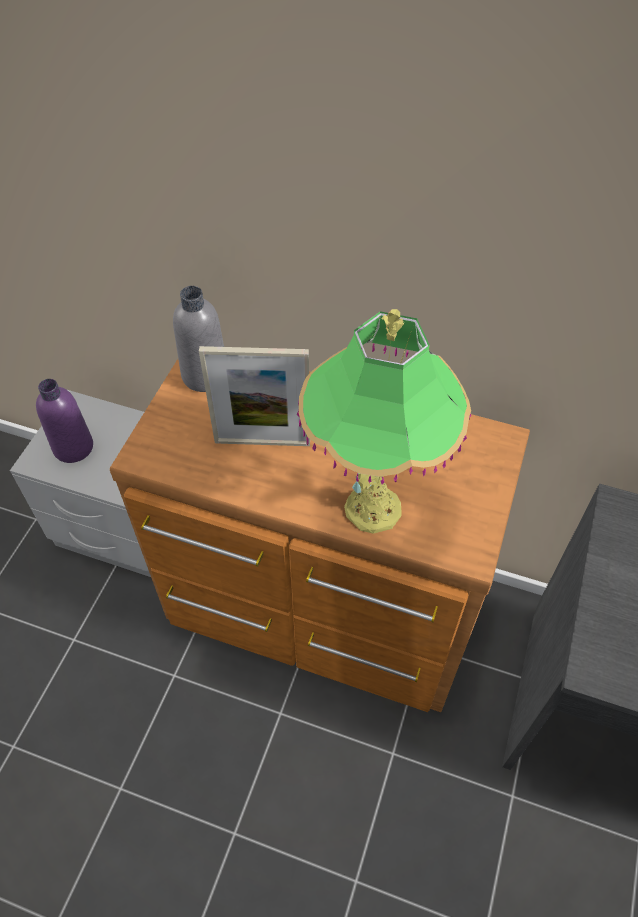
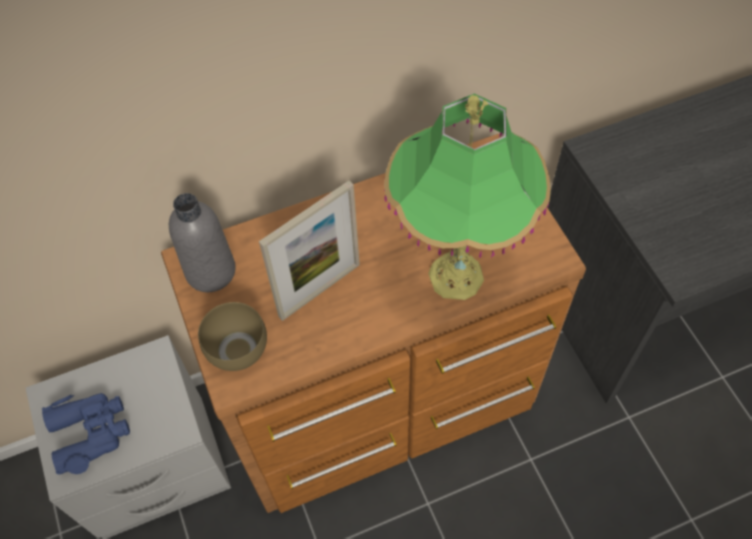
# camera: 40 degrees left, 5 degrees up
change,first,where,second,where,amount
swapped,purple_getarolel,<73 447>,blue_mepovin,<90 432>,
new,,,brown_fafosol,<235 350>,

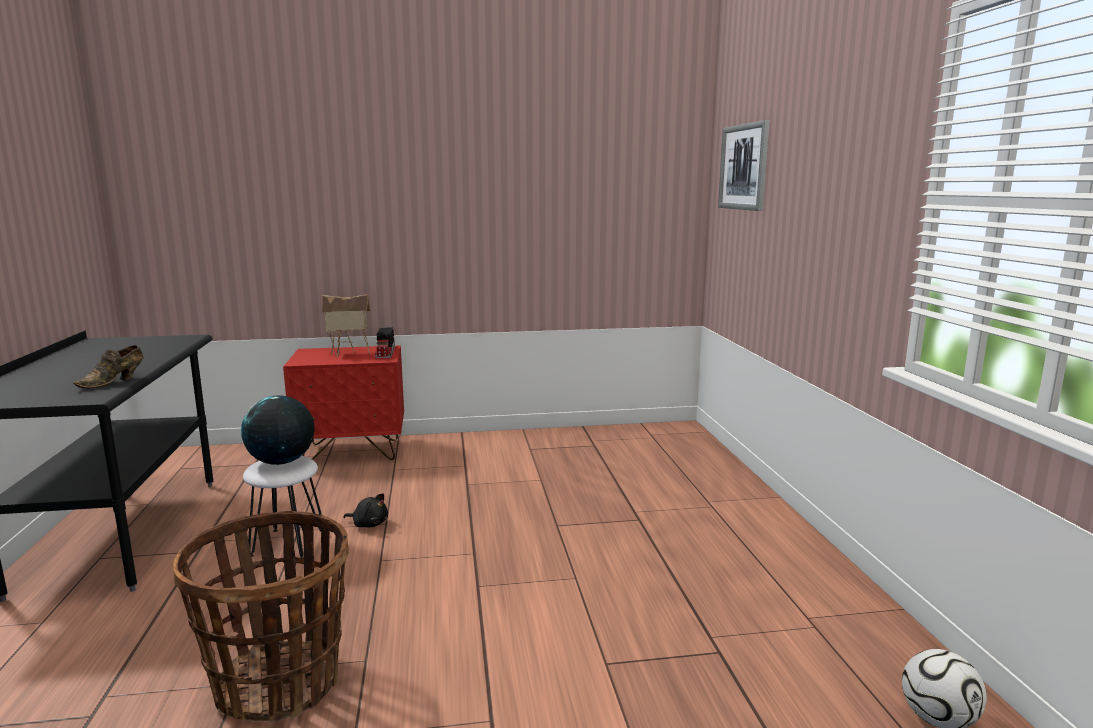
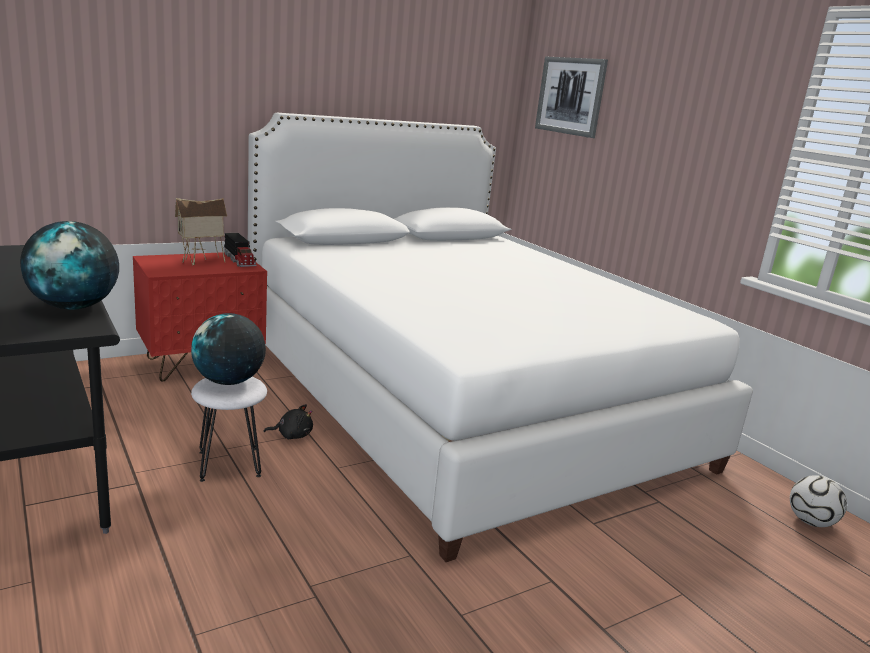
# camera: 25 degrees left, 5 degrees up
change,first,where,second,where,amount
swapped,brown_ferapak,<114 382>,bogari,<74 307>,
gone,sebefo,<279 683>,,,
new,,,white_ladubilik,<458 401>,

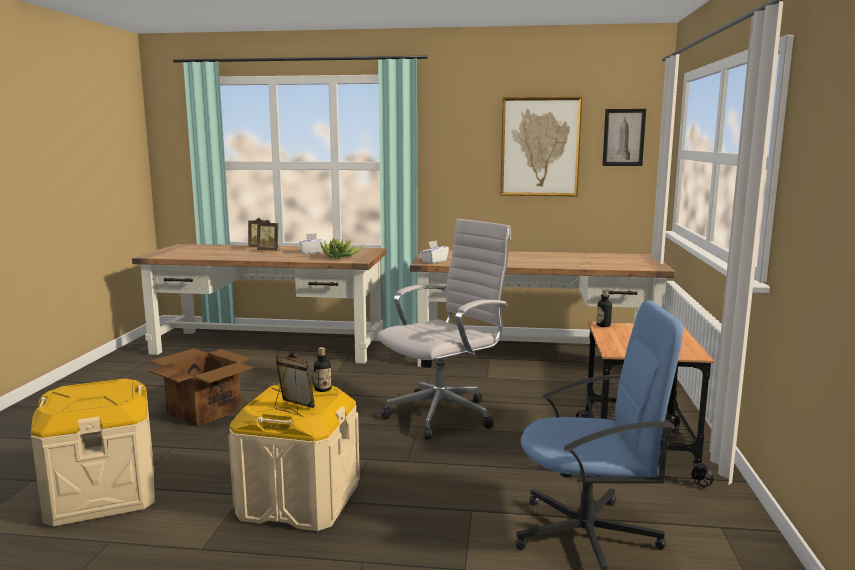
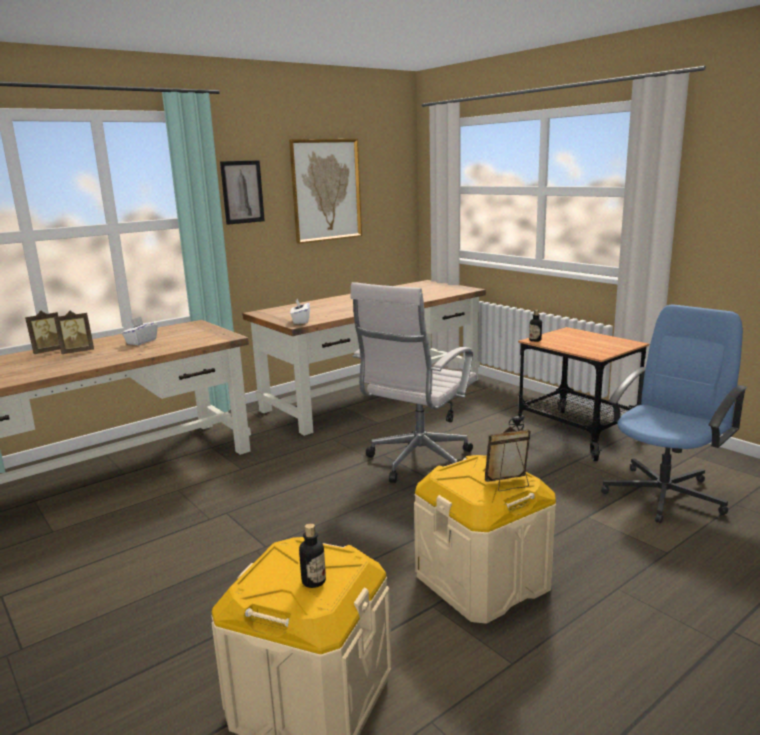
# camera: 45 degrees left, 5 degrees up
change,first,where,second,where,amount
shifted,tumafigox,<623 137>,,<242 192>,
rotated,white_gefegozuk,<444 414>,,<417 463>,150 degrees counterclockwise
gone,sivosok,<339 257>,,,
shifted,getarolel,<323 389>,,<313 581>,
gone,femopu,<204 411>,,,

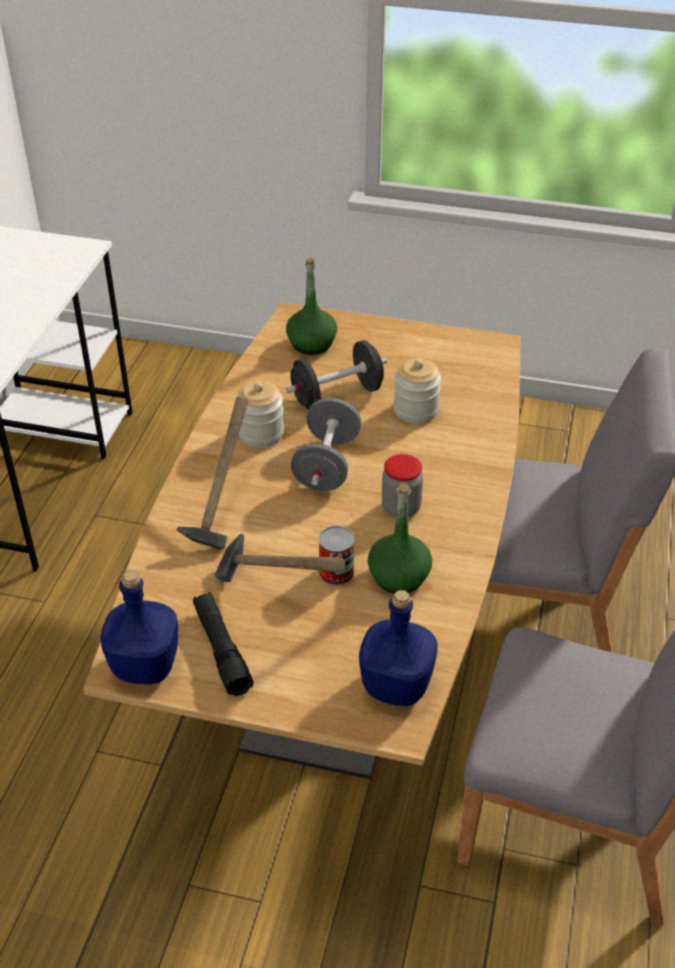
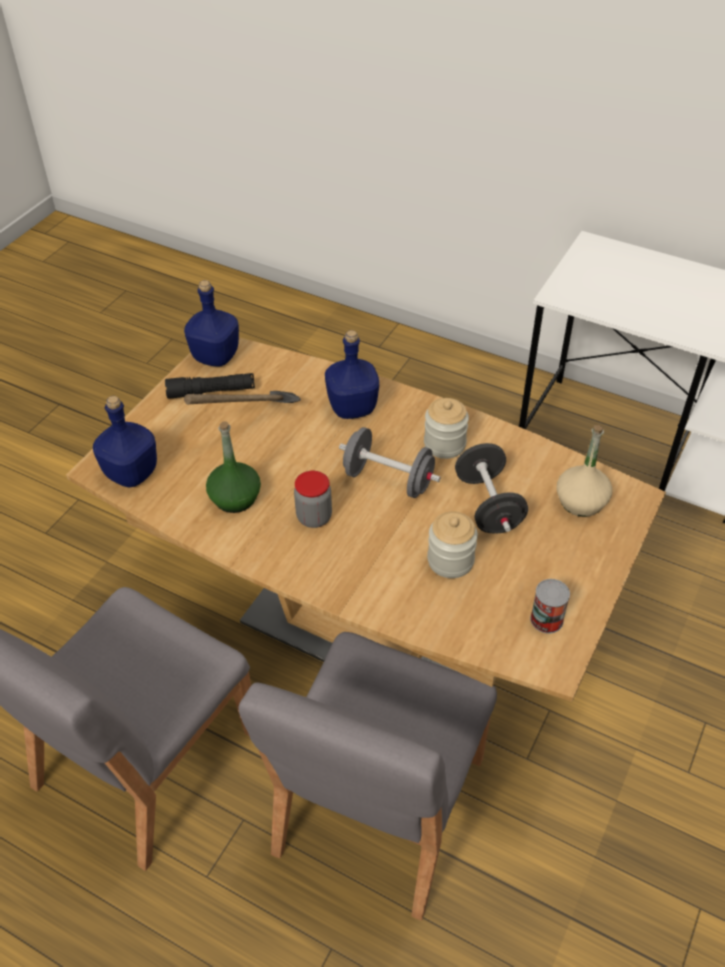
# camera: 105 degrees right, 5 degrees up
change,first,where,second,where,amount
repainted,green_getarolel,<311 344>,beige_getarolel,<581 501>,
swapped,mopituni,<221 510>,blue_getarolel,<353 408>,
shifted,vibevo,<336 572>,,<546 619>,

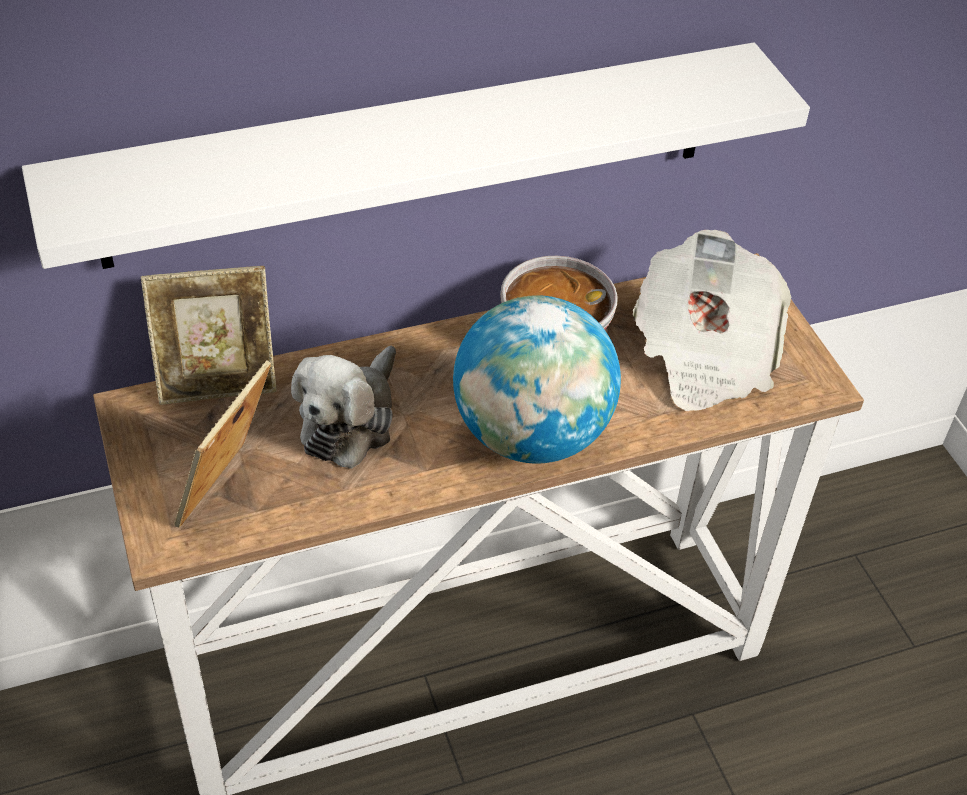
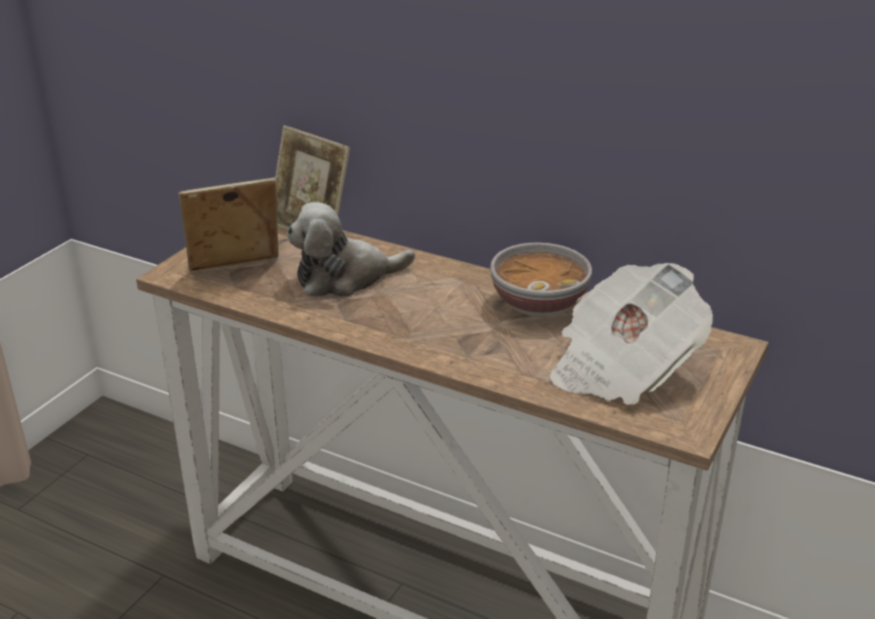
# camera: 50 degrees right, 15 degrees down
change,first,where,second,where,amount
gone,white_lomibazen,<413 155>,,,
gone,bogari,<531 435>,,,

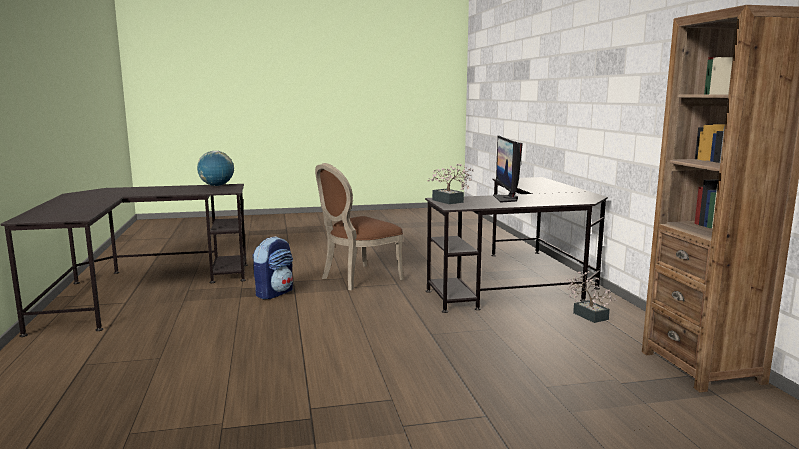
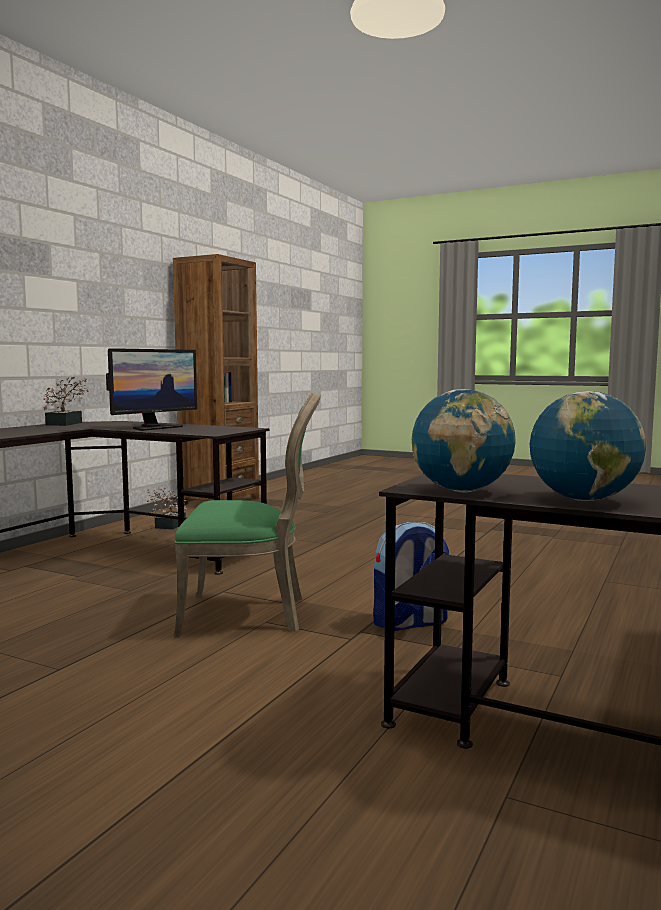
# camera: 140 degrees left, 5 degrees down
change,first,where,second,where,amount
repainted,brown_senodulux,<357 278>,green_senodulux,<249 614>,
shifted,sivosok,<449 202>,,<67 423>,
new,,,bogari,<583 500>,

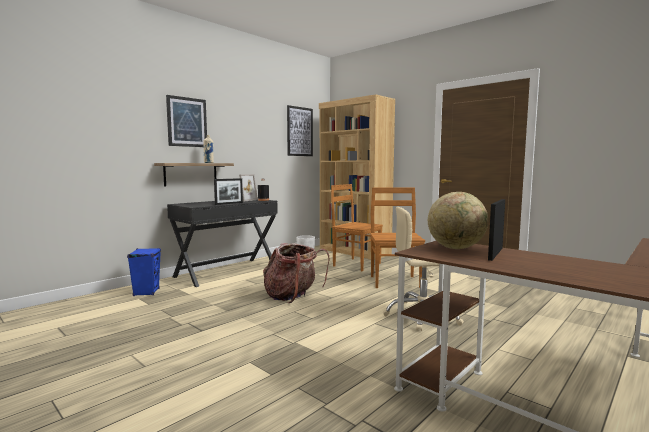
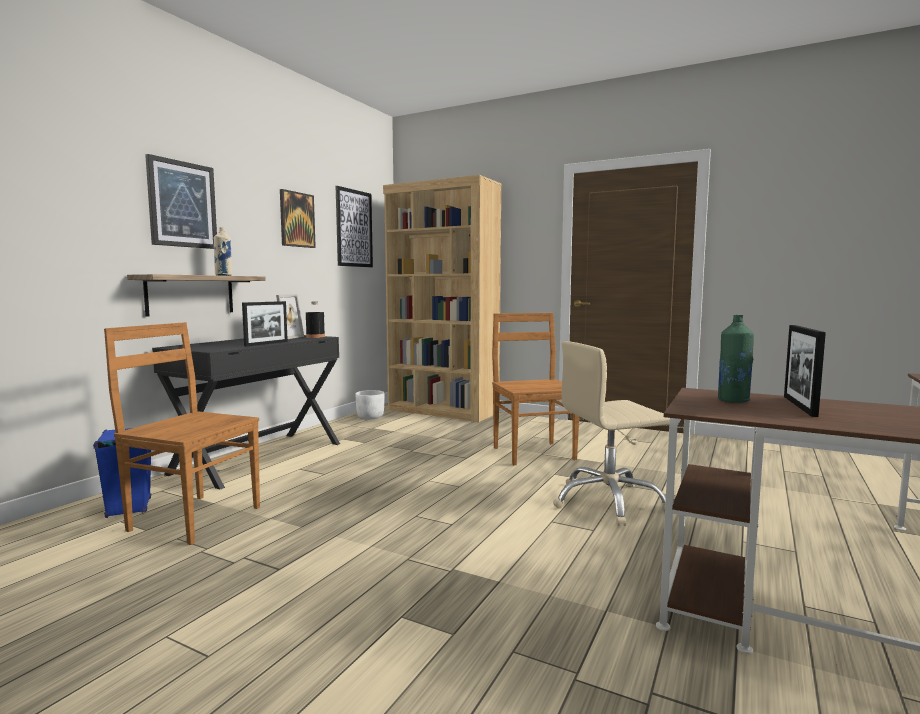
# camera: 15 degrees left, 0 degrees up
change,first,where,second,where,amount
shifted,brown_senodulux,<355 264>,,<193 518>,
swapped,bogari,<456 248>,green_getarolel,<733 400>,
gone,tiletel,<293 296>,,,
new,,,tumafigox,<297 219>,

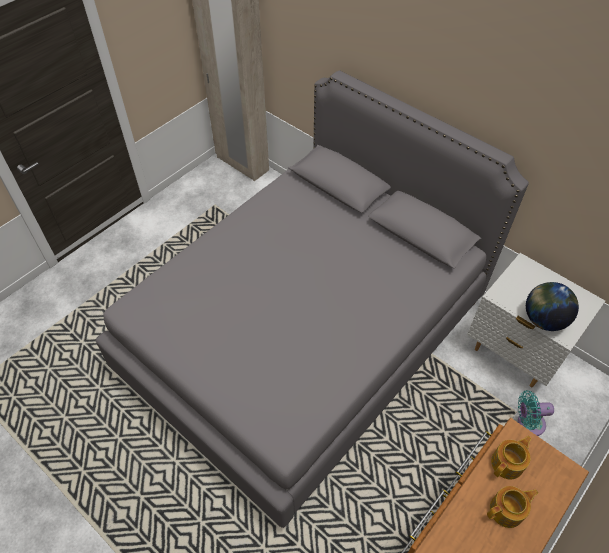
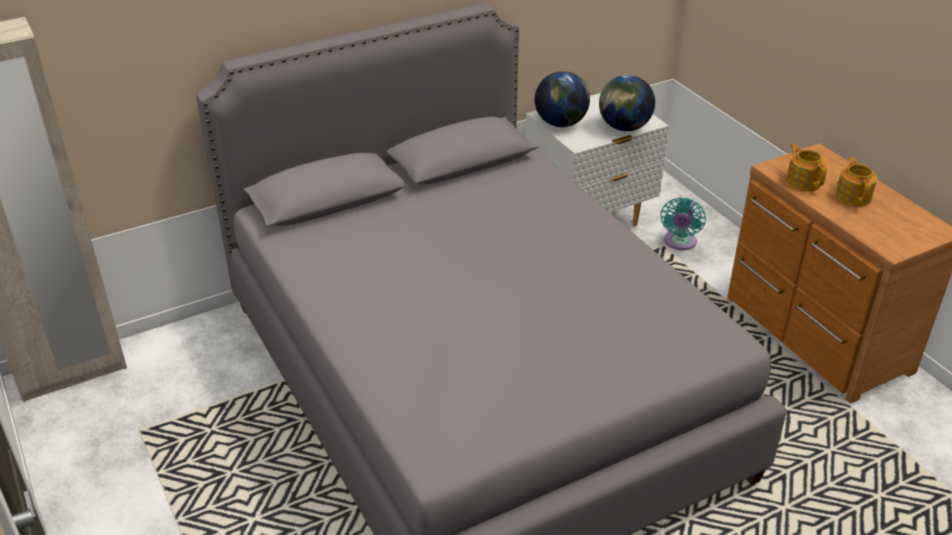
# camera: 70 degrees left, 15 degrees down
change,first,where,second,where,amount
new,,,bogari,<561 123>,

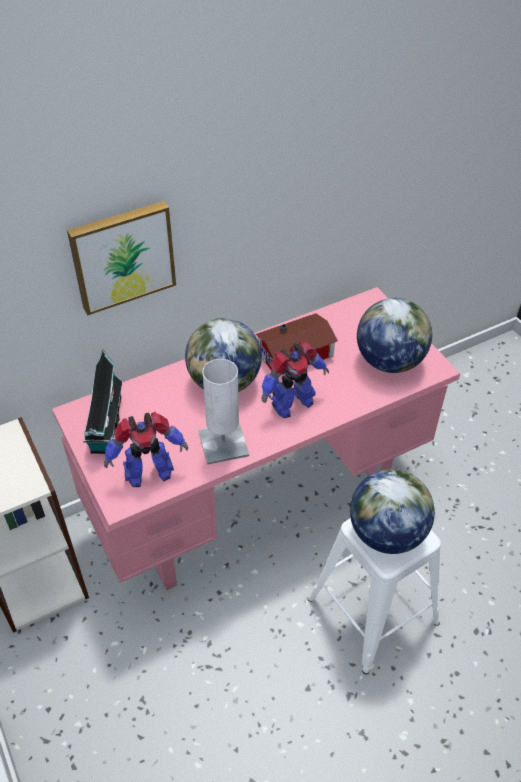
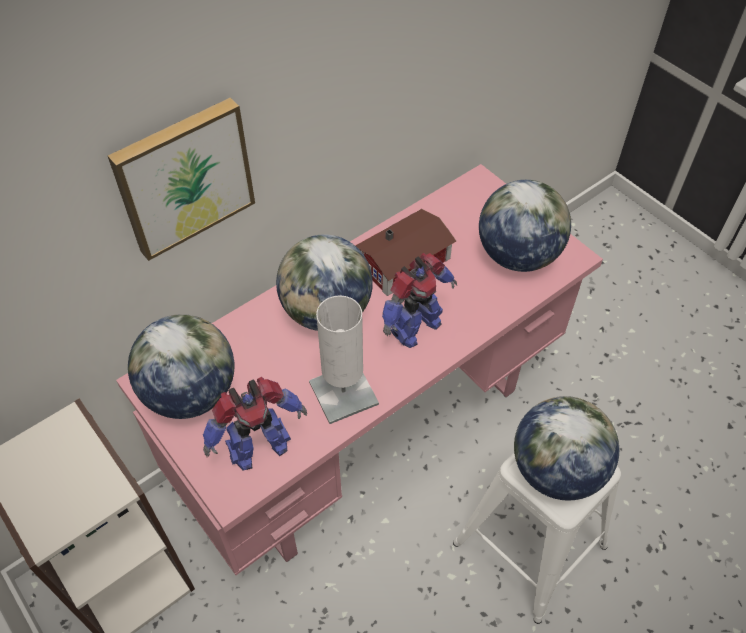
# camera: 10 degrees left, 5 degrees up
change,first,where,second,where,amount
swapped,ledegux,<106 426>,bogari,<190 393>,

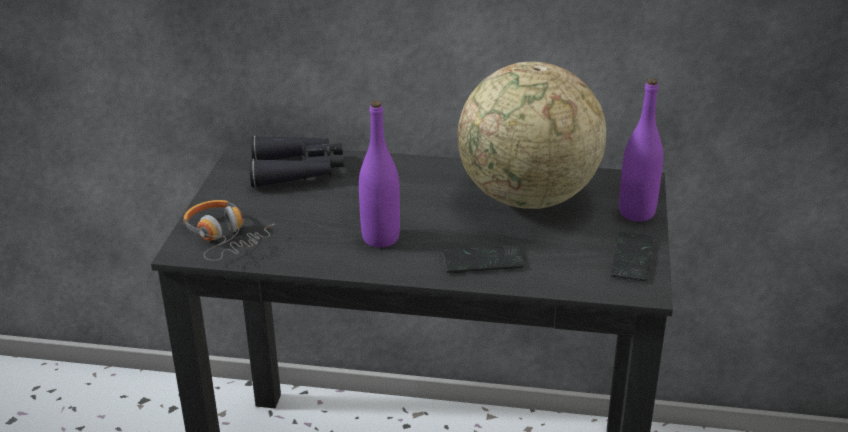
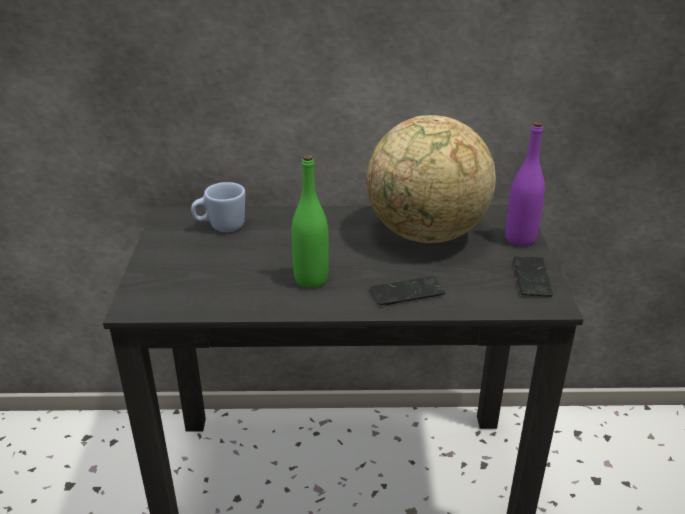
# camera: 10 degrees left, 0 degrees up
change,first,where,second,where,amount
repainted,purple_getarolel,<380 238>,green_getarolel,<311 280>,
swapped,black_mepovin,<298 171>,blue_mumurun,<221 227>,
gone,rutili,<224 238>,,,

